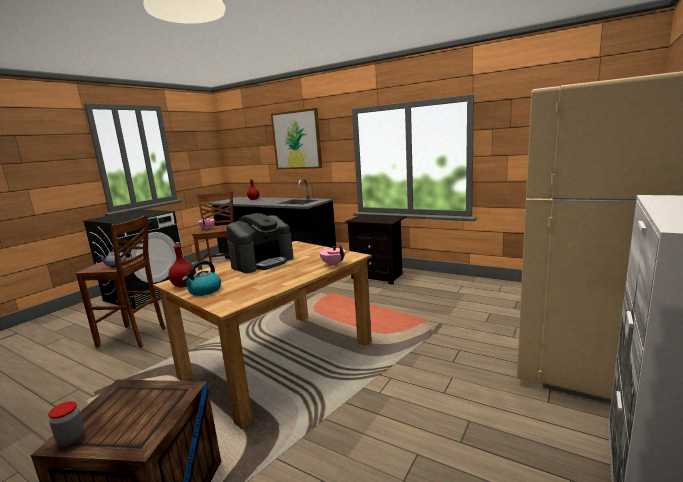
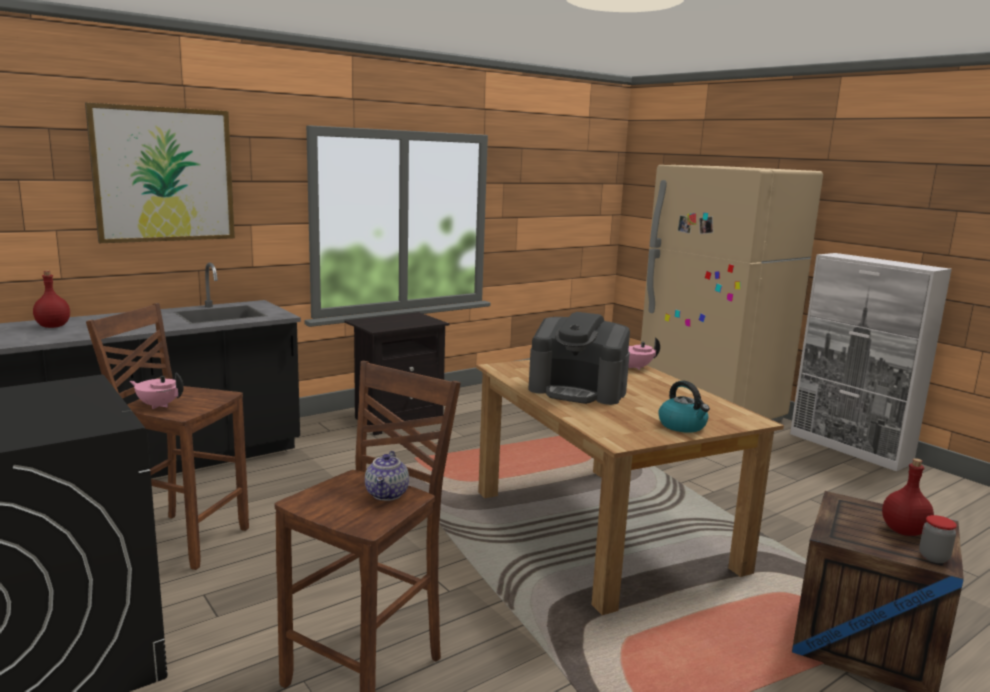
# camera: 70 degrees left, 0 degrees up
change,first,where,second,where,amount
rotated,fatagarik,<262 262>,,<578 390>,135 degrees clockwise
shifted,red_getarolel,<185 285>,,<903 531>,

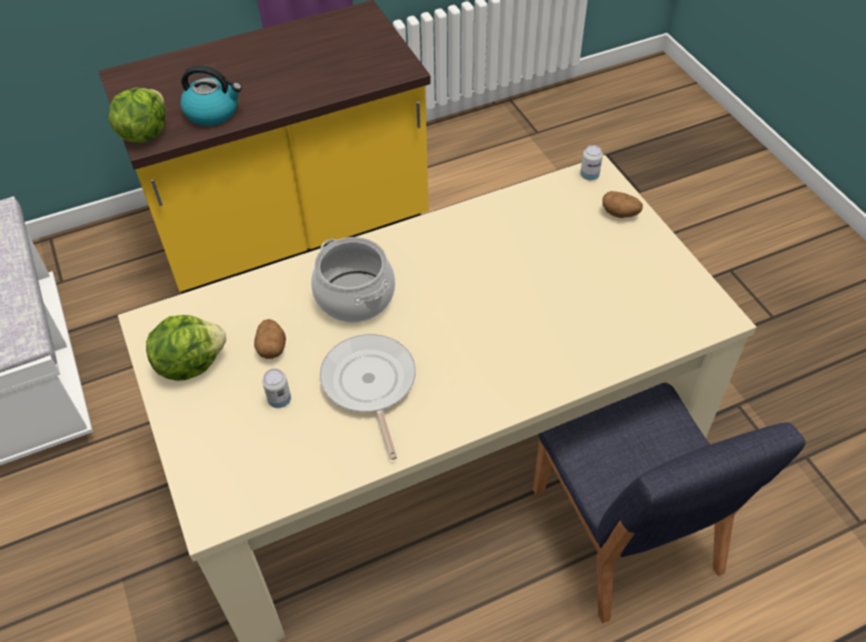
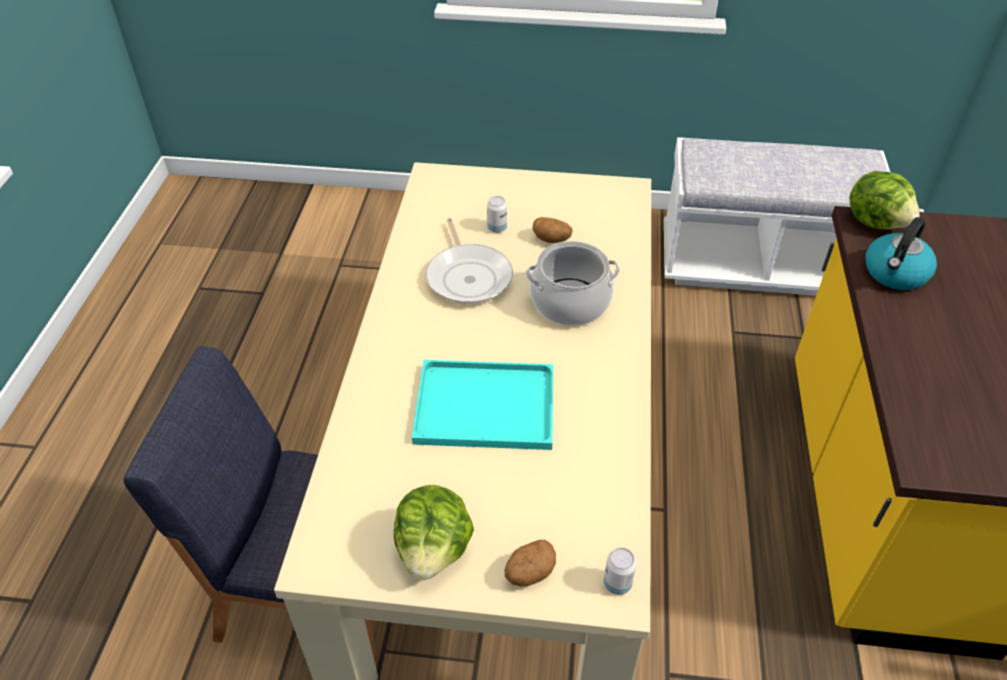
# camera: 120 degrees right, 5 degrees down
change,first,where,second,where,amount
shifted,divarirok,<190 363>,,<434 549>,
rotated,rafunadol,<369 385>,,<468 276>,60 degrees clockwise
new,,,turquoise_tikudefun,<482 407>,

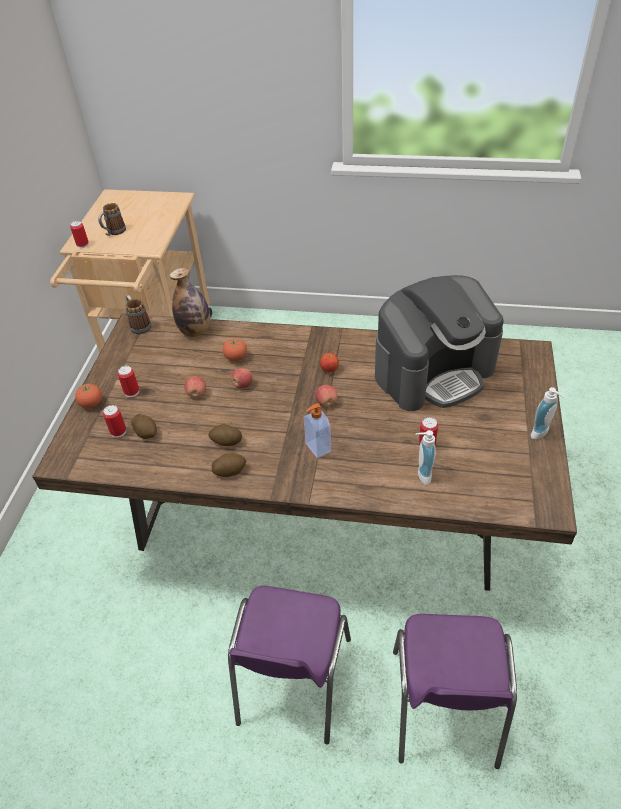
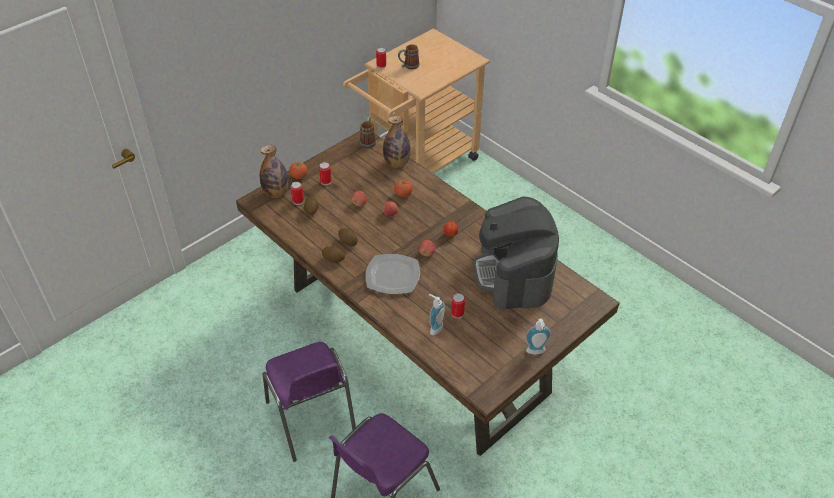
# camera: 35 degrees right, 0 degrees up
change,first,where,second,where,amount
rotated,fatagarik,<434 371>,,<514 274>,75 degrees clockwise
swapped,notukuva,<317 448>,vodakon,<393 276>,
rotated,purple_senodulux,<292 683>,,<312 421>,75 degrees counterclockwise
new,,,getarolel,<276 193>,

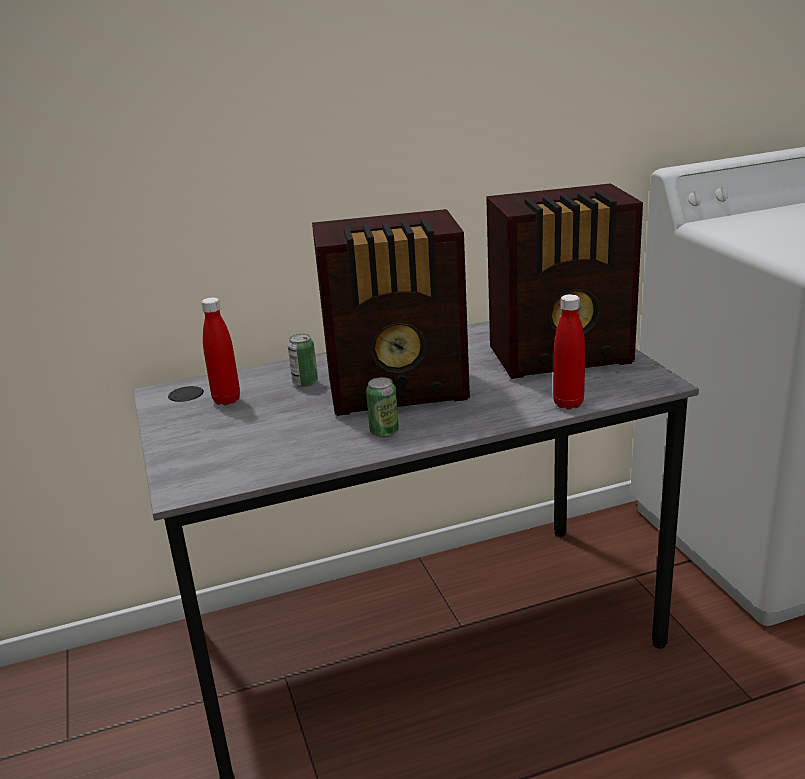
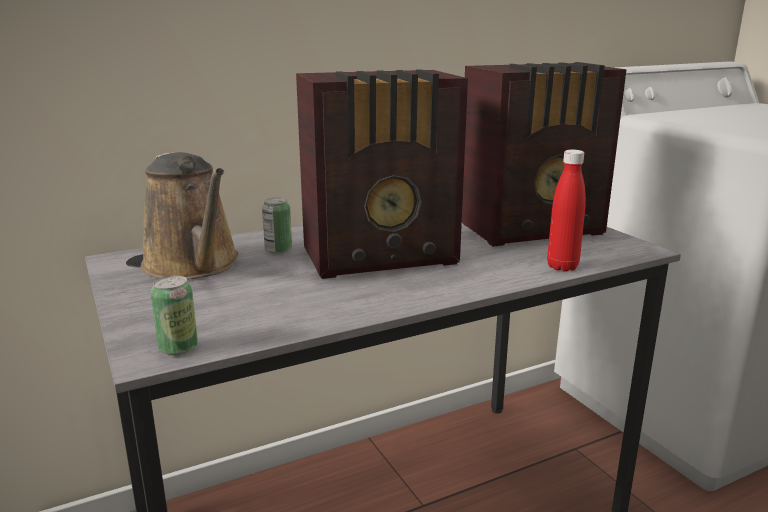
# camera: 10 degrees left, 5 degrees down
change,first,where,second,where,amount
swapped,red_getarolel,<226 400>,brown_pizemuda,<194 265>,
shifted,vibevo,<384 432>,,<178 348>,

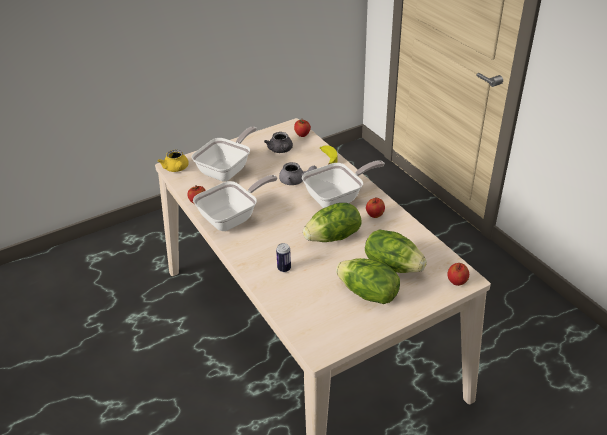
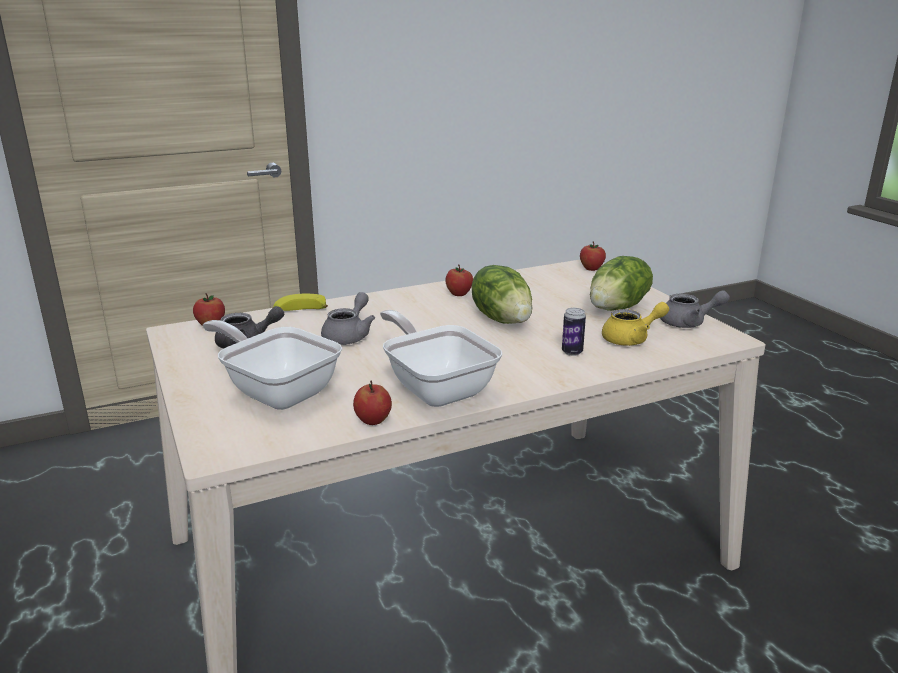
# camera: 85 degrees left, 15 degrees down
change,first,where,second,where,amount
shifted,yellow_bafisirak,<176 169>,,<631 339>,
gone,rafunadol,<338 198>,,,
gone,divarirok,<392 265>,,,
new,,,grey_bafisirak,<689 323>,

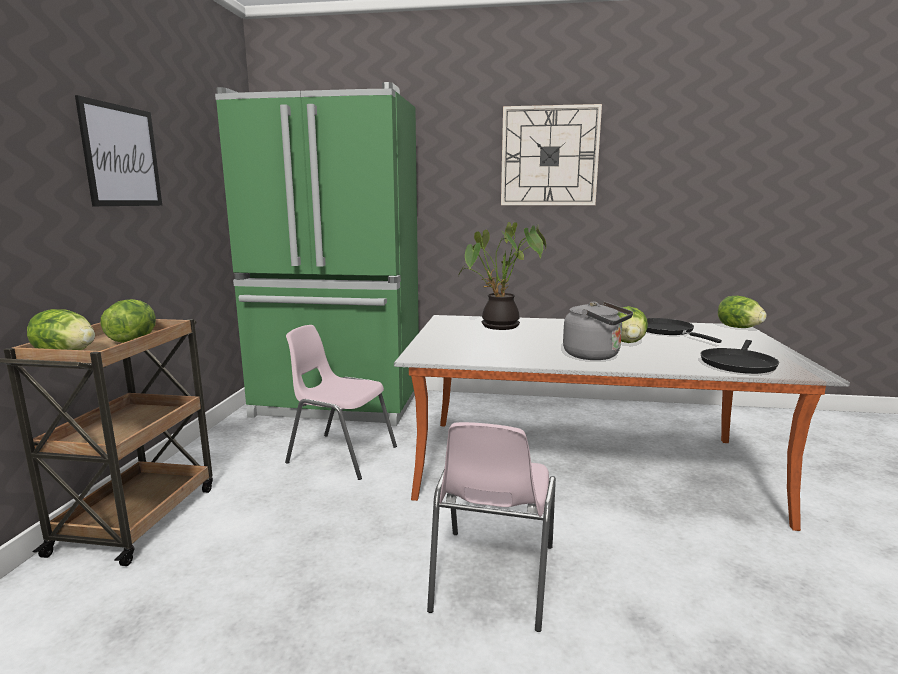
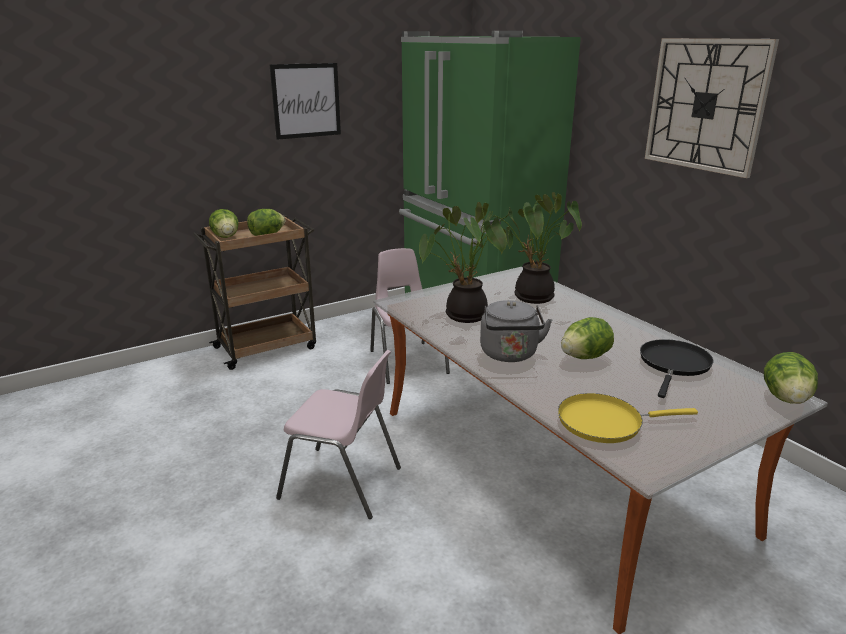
# camera: 50 degrees right, 10 degrees up
change,first,where,second,where,amount
repainted,black_rafunadol,<738 364>,yellow_rafunadol,<605 422>,
rotated,pink_senodulux,<491 578>,,<342 483>,135 degrees counterclockwise
new,,,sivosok,<464 317>,

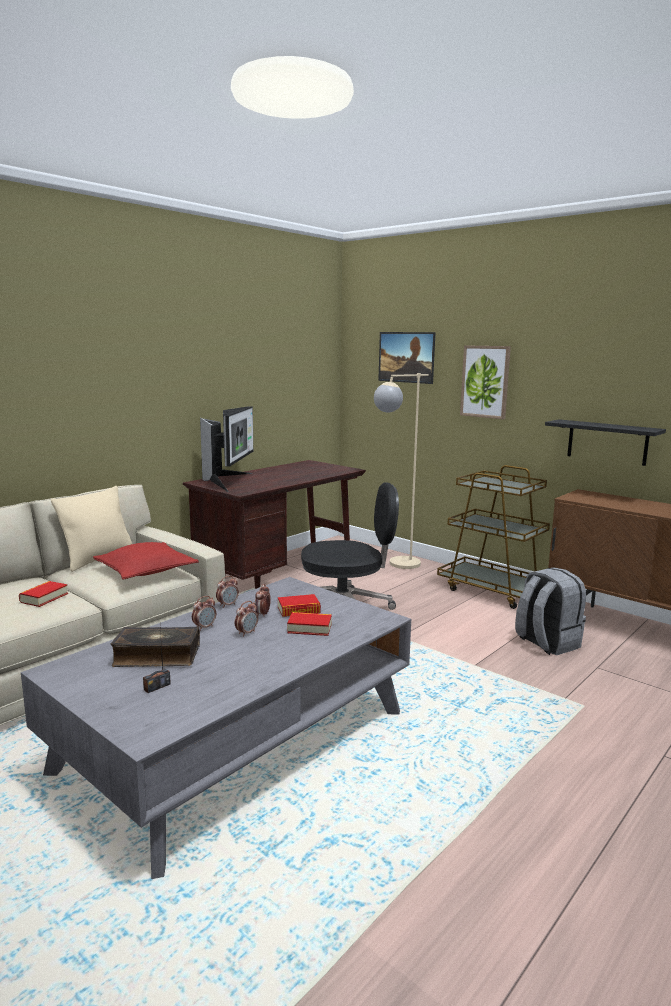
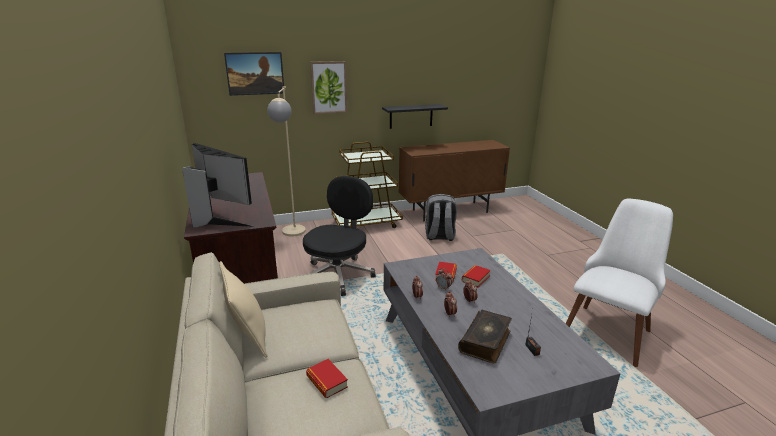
# camera: 60 degrees left, 10 degrees up
change,first,where,second,where,amount
gone,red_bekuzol,<146 571>,,,
new,,,white_senodulux,<609 327>,

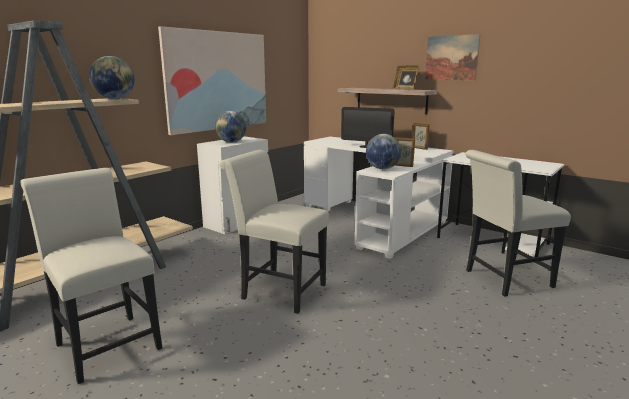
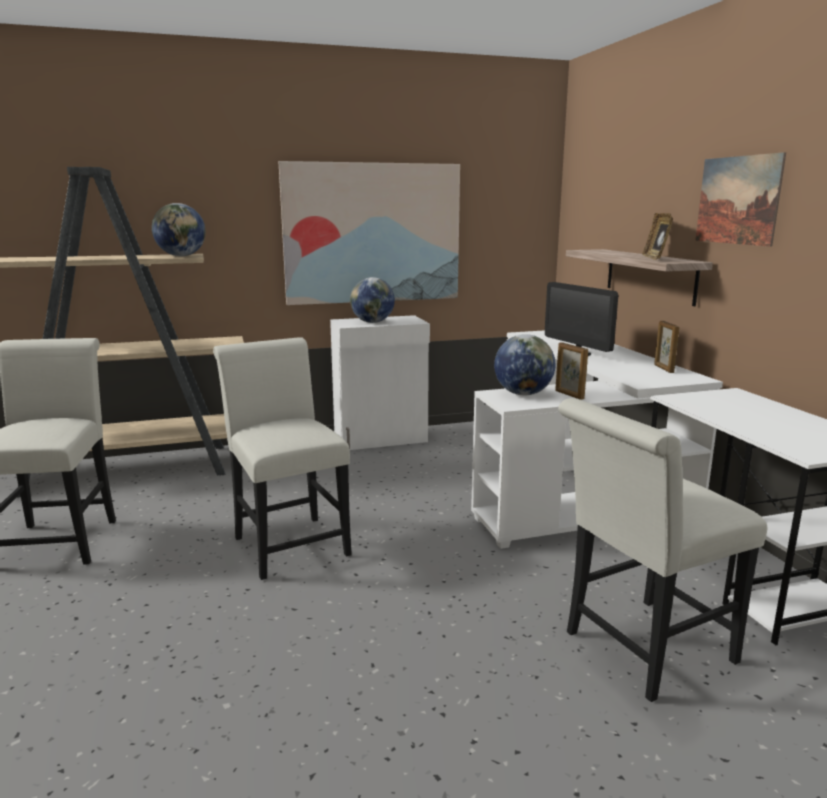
# camera: 35 degrees right, 0 degrees up
change,first,where,second,where,amount
rotated,white_senodulux,<503 279>,,<640 650>,45 degrees counterclockwise

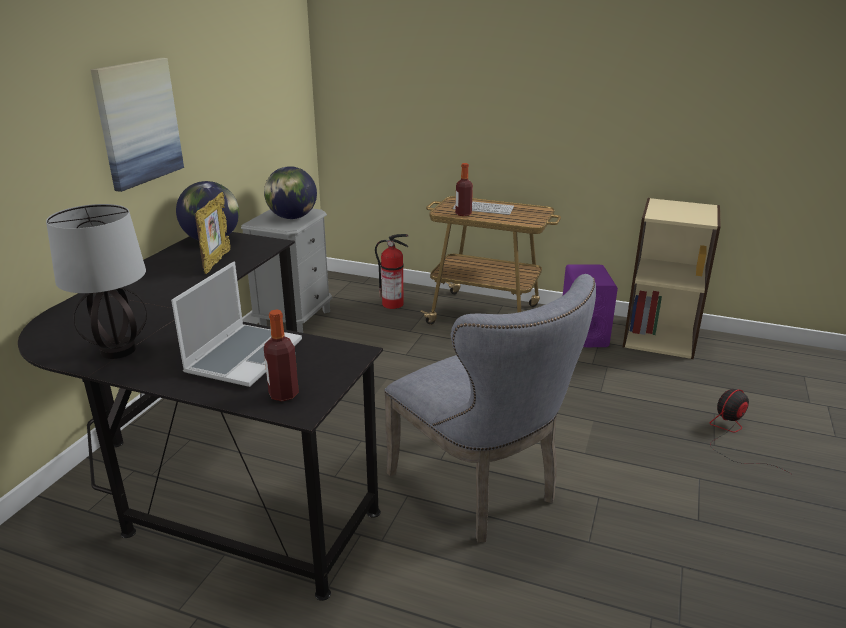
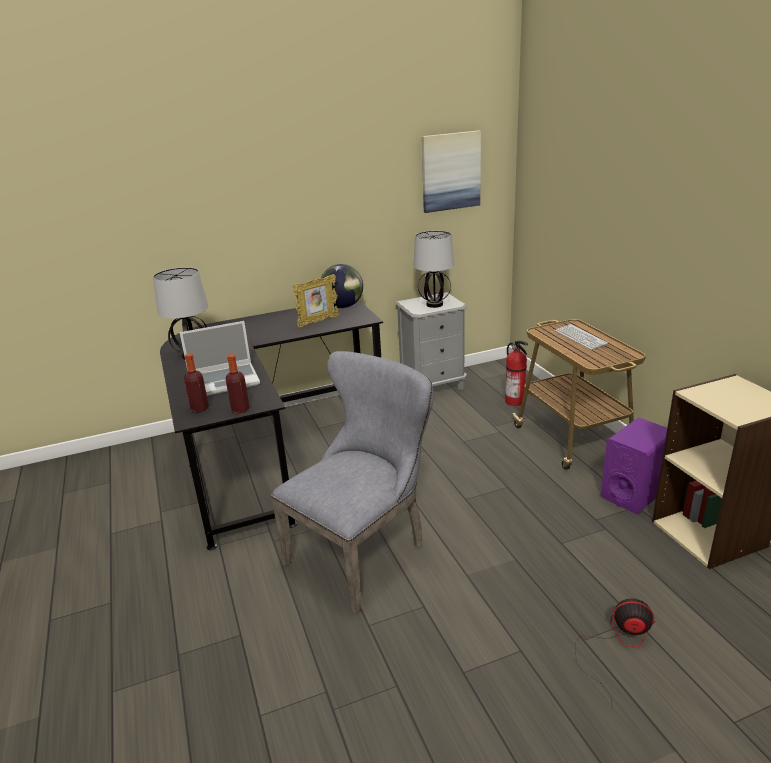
# camera: 50 degrees right, 0 degrees up
change,first,where,second,where,amount
shifted,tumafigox,<138 122>,,<450 171>,
shifted,getarolel,<463 214>,,<240 409>,
swapped,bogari,<292 217>,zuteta,<434 304>,
rotated,grey_senodulux,<481 489>,,<363 551>,150 degrees counterclockwise

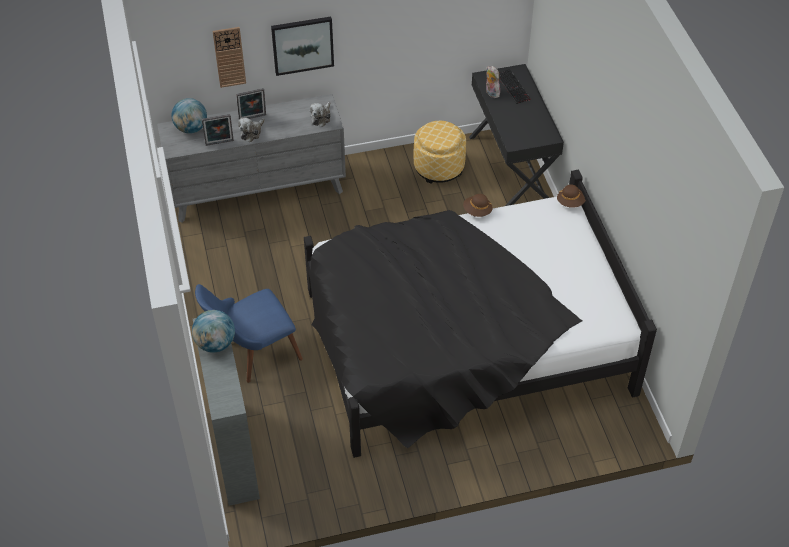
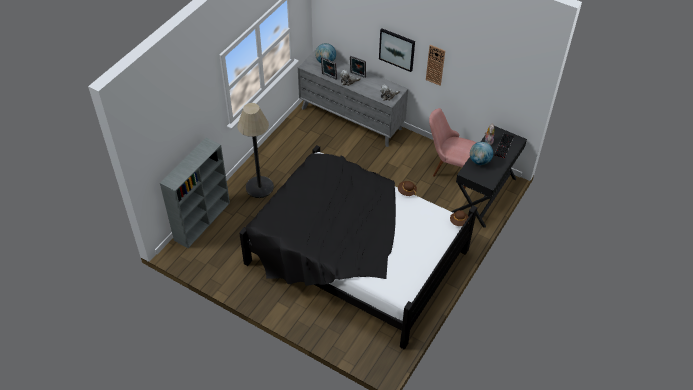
# camera: 45 degrees right, 0 degrees up
change,first,where,second,where,amount
shifted,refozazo,<229 57>,,<435 65>,
swapped,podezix,<439 167>,pink_senodulux,<449 168>,
swapped,blue_senodulux,<252 354>,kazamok,<259 187>,
shifted,bogari,<215 344>,,<479 161>,

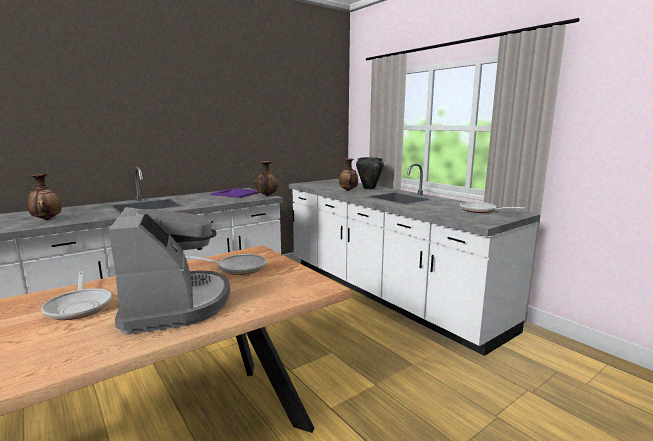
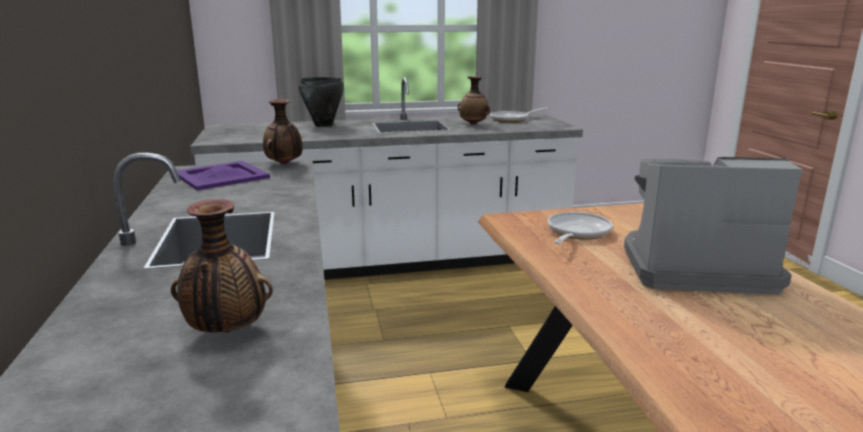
# camera: 65 degrees left, 5 degrees up
change,first,where,second,where,amount
shifted,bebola,<348 190>,,<473 124>,
gone,rafunadol,<80 306>,,,

